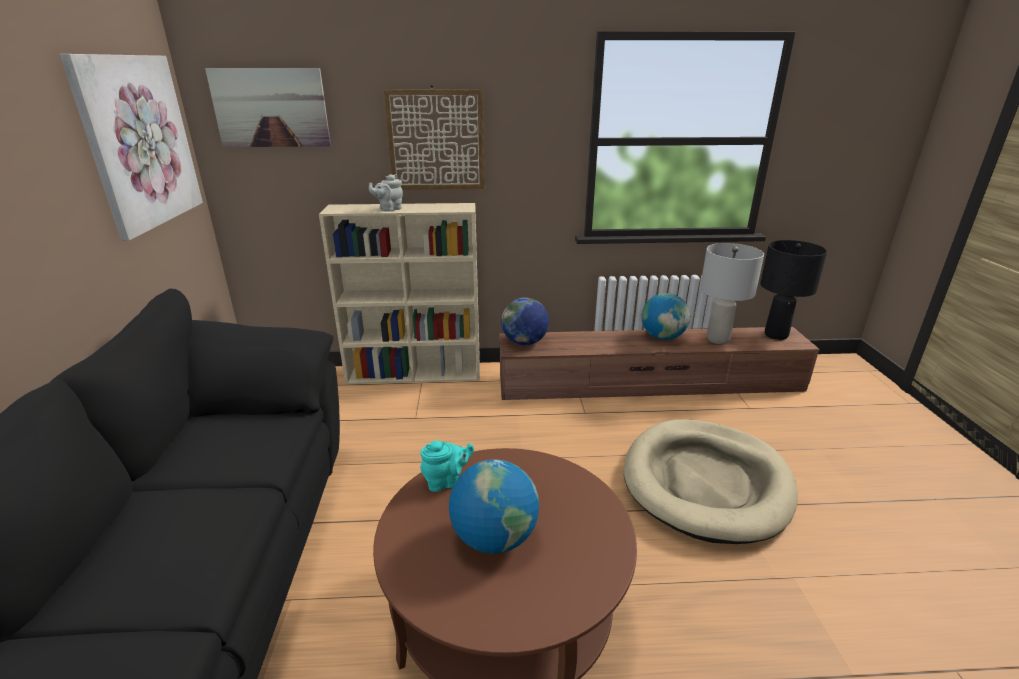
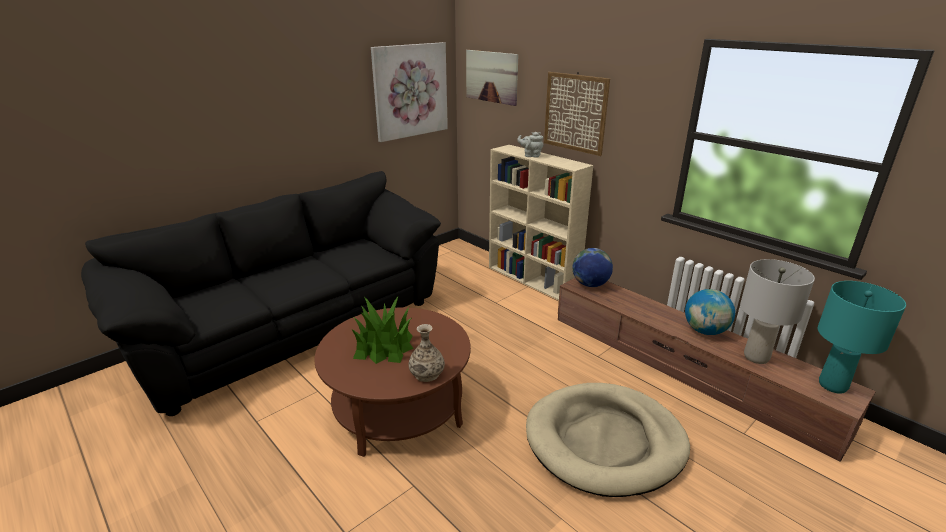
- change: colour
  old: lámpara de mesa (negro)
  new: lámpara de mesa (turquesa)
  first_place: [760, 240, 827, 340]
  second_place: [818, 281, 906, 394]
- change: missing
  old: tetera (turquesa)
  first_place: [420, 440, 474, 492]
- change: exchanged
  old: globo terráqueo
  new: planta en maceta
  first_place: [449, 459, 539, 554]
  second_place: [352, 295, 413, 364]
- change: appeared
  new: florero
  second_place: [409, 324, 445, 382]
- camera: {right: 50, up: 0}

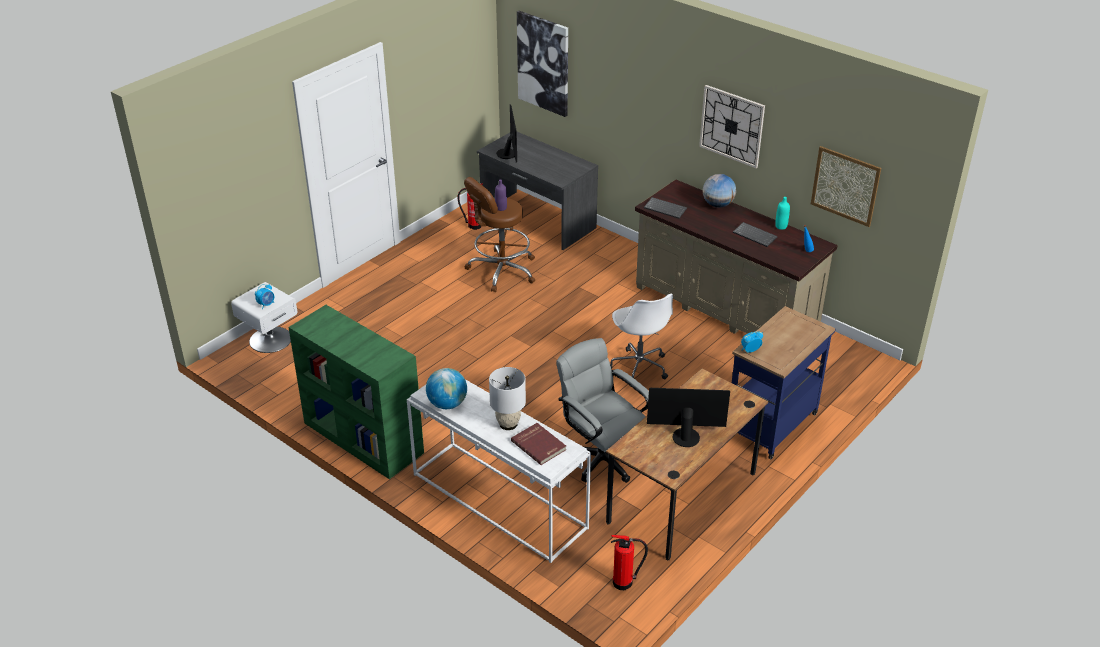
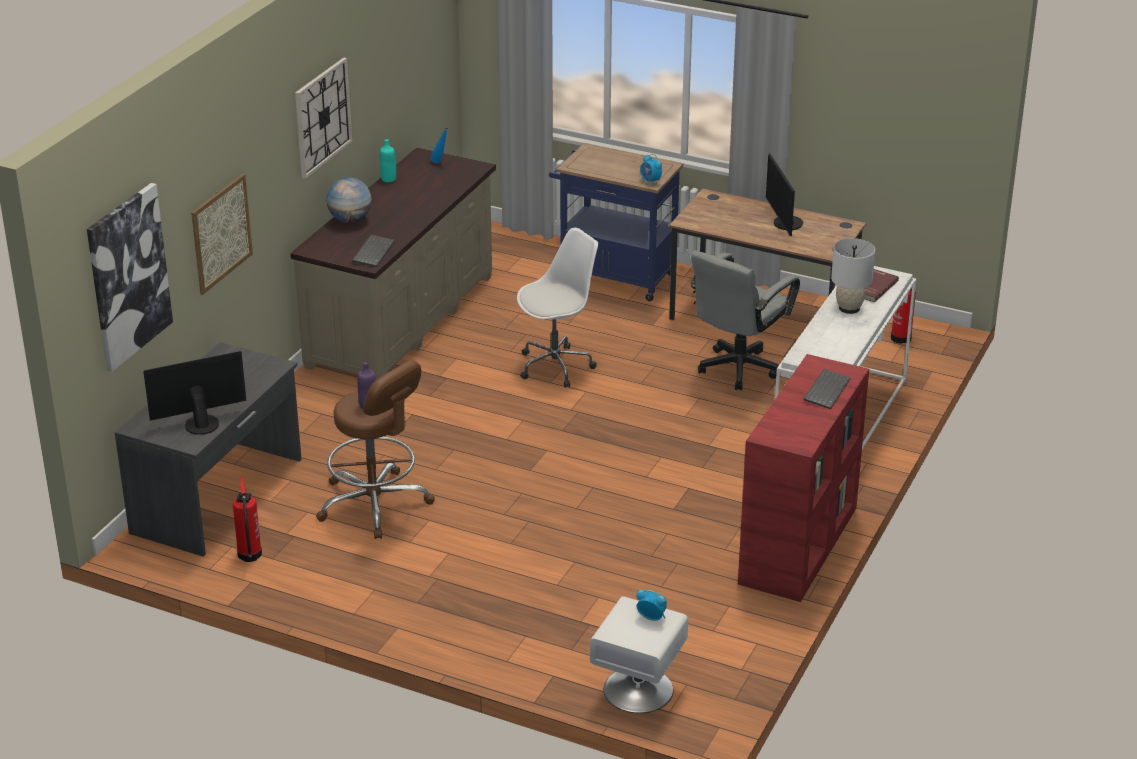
- change: relocated
  old: cuadro
  first_place: [811, 146, 881, 227]
  second_place: [191, 174, 253, 295]
- change: relocated
  old: teclado
  first_place: [733, 222, 778, 247]
  second_place: [803, 369, 851, 409]
- change: colour
  old: estantería (verde)
  new: estantería (rojo)
  first_place: [288, 305, 424, 479]
  second_place: [738, 354, 869, 602]
- change: missing
  old: globo terráqueo
  first_place: [426, 368, 467, 409]
- camera: {right: -105, up: -5}

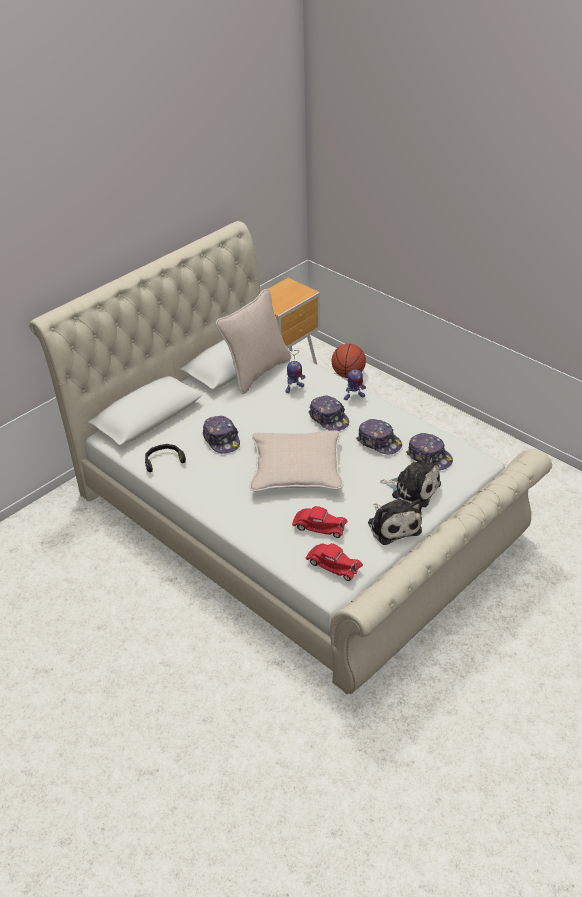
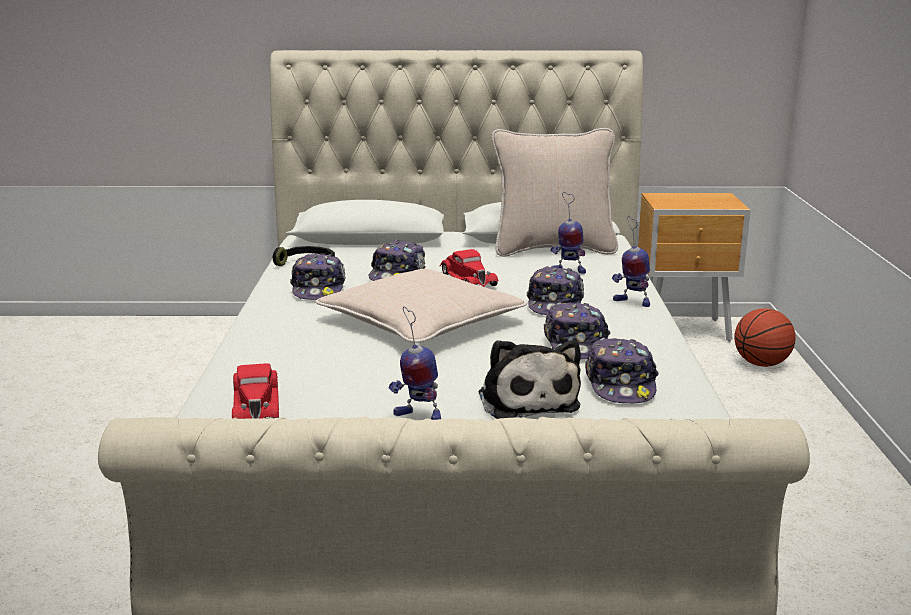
- change: exchanged
  old: peluche
  new: robot de juguete
  first_place: [368, 499, 422, 545]
  second_place: [389, 307, 441, 420]
- change: relocated
  old: coche de juguete (rojo)
  first_place: [292, 506, 348, 538]
  second_place: [440, 249, 498, 287]
- change: appeared
  new: gorra
  second_place: [290, 253, 346, 300]
- camera: {right: 45, up: -20}

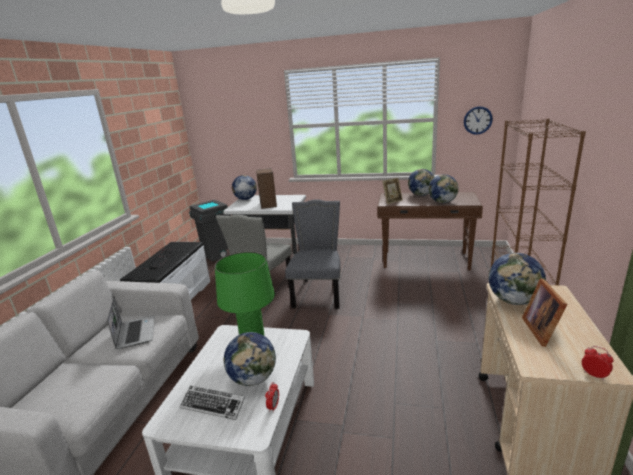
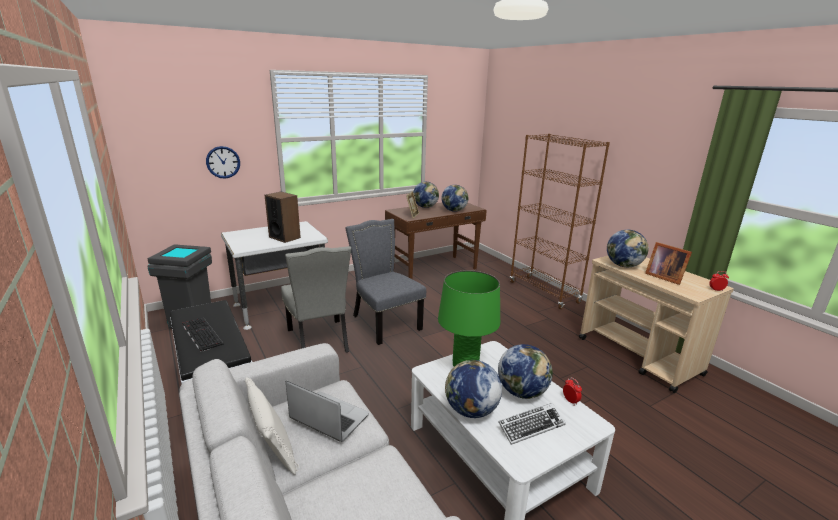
- change: relocated
  old: reloj de pared
  first_place: [464, 106, 493, 135]
  second_place: [206, 146, 240, 179]
- change: relocated
  old: globo terráqueo
  first_place: [232, 175, 257, 200]
  second_place: [445, 360, 502, 418]
- change: appeared
  new: cojín (blanco)
  second_place: [245, 377, 299, 475]
- camera: {right: -45, up: 0}

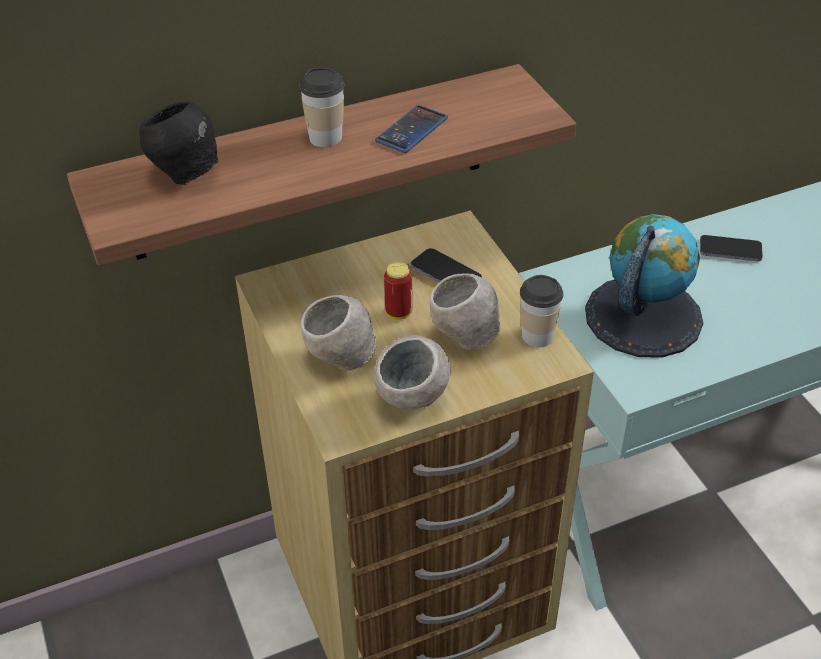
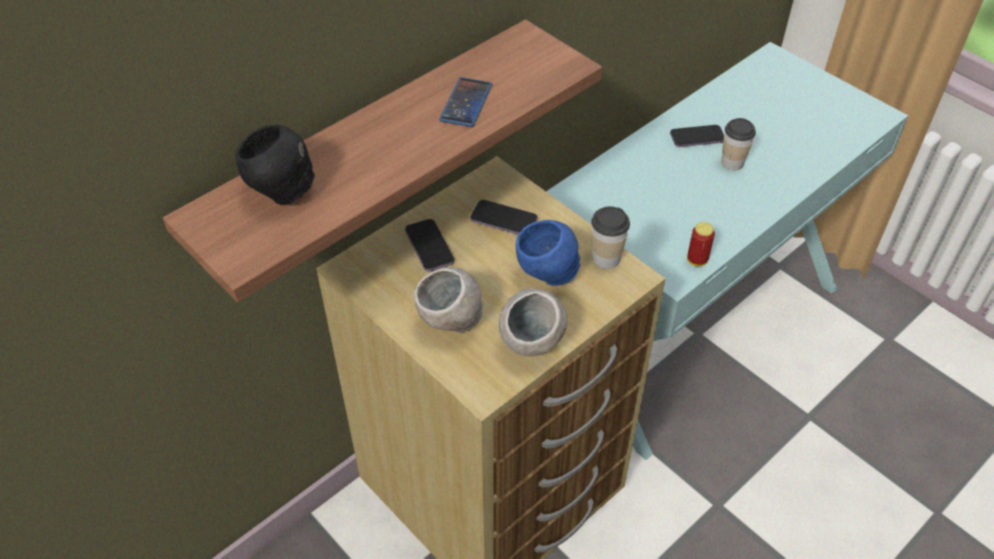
- change: relocated
  old: taza
  first_place: [299, 68, 344, 147]
  second_place: [721, 118, 756, 170]
- change: missing
  old: globo terráqueo
  first_place: [585, 214, 703, 358]
- change: relocated
  old: lata
  first_place: [384, 262, 412, 320]
  second_place: [687, 222, 715, 266]
- change: colour
  old: cuenco (gris)
  new: cuenco (azul)
  first_place: [430, 273, 500, 350]
  second_place: [516, 220, 581, 286]
- change: appeared
  new: móvil
  second_place: [405, 219, 454, 271]
- camera: {right: -20, up: 5}

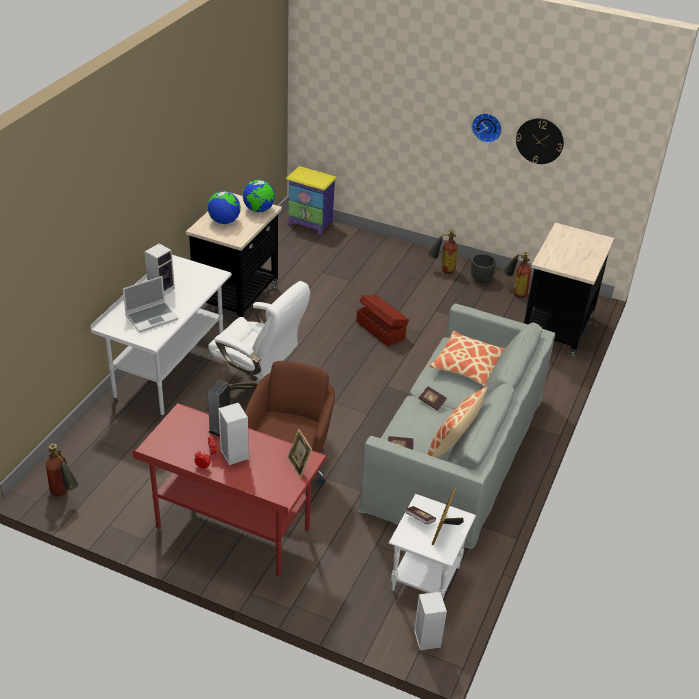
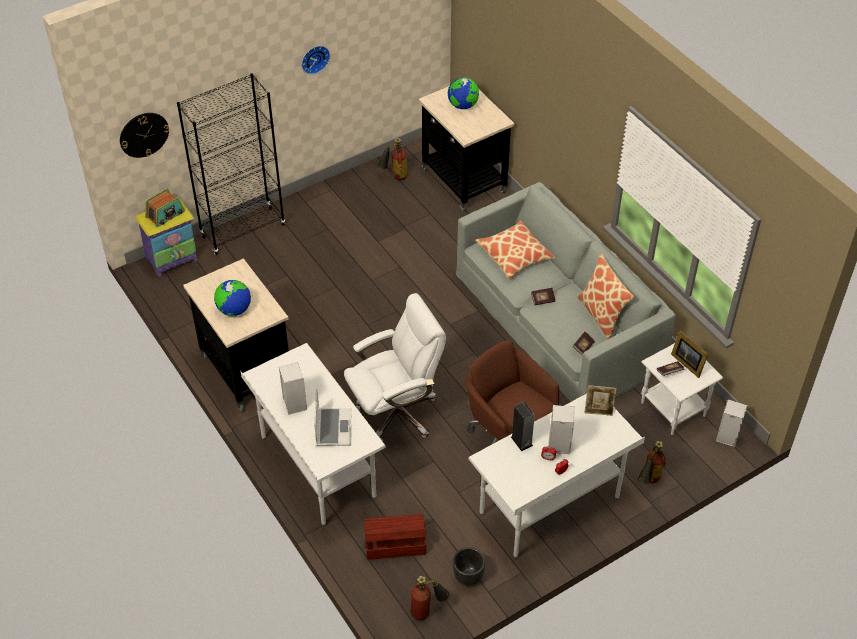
- change: relocated
  old: reloj de pared
  first_place: [516, 118, 564, 164]
  second_place: [120, 113, 169, 158]
- change: relocated
  old: globo terráqueo
  first_place: [243, 180, 275, 212]
  second_place: [448, 78, 479, 109]
- change: relocated
  old: extintor
  first_place: [428, 229, 458, 274]
  second_place: [638, 441, 666, 485]
- change: relocated
  old: maceta (negro)
  first_place: [471, 254, 496, 283]
  second_place: [453, 547, 485, 586]
- change: relocated
  old: caja de almacenaje (marrón)
  first_place: [356, 295, 409, 346]
  second_place: [364, 514, 426, 560]
- change: colour
  old: escritorio (rojo)
  new: escritorio (blanco)
  first_place: [132, 403, 327, 578]
  second_place: [468, 394, 645, 558]
- change: appeared
  new: estantería (negro)
  second_place: [177, 73, 285, 255]
- change: appeared
  new: radio
  second_place: [145, 189, 185, 227]
- camera: {right: -55, up: 10}

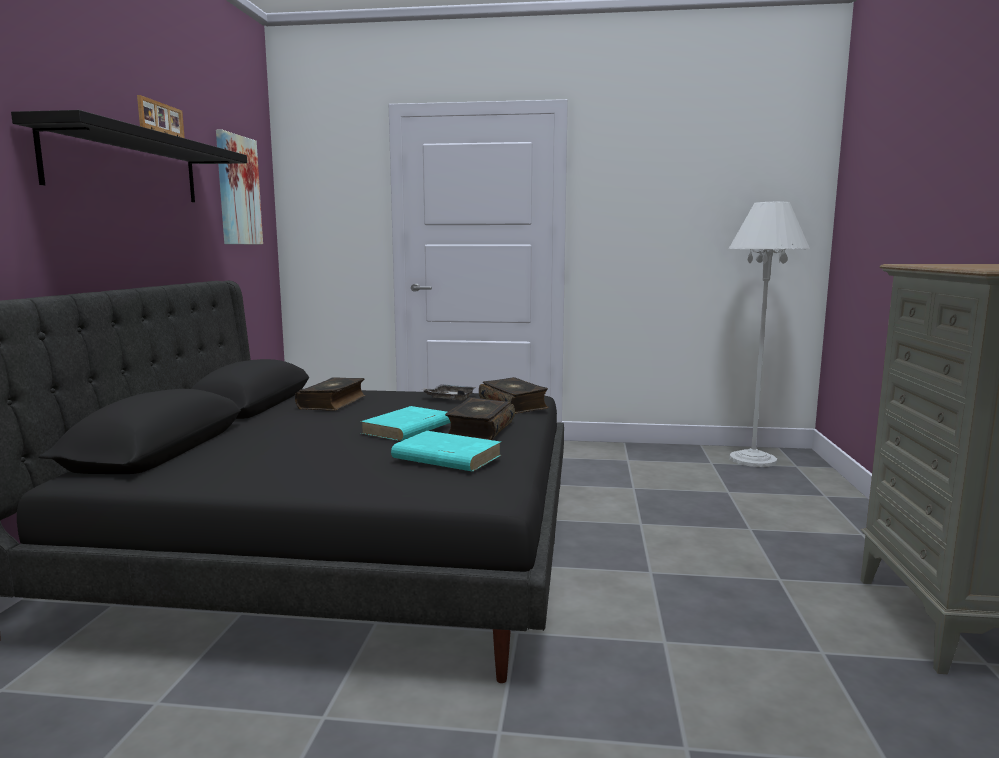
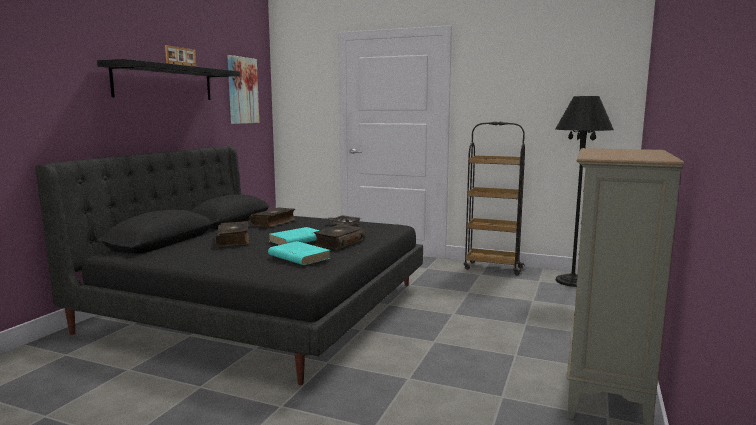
- change: colour
  old: lámpara de pie (blanco)
  new: lámpara de pie (negro)
  first_place: [729, 202, 810, 467]
  second_place: [555, 96, 614, 287]
- change: relocated
  old: libro
  first_place: [479, 377, 549, 414]
  second_place: [216, 221, 249, 247]
- change: appeared
  new: carrito (marrón)
  second_place: [464, 122, 525, 275]
- camera: {right: 15, up: 0}

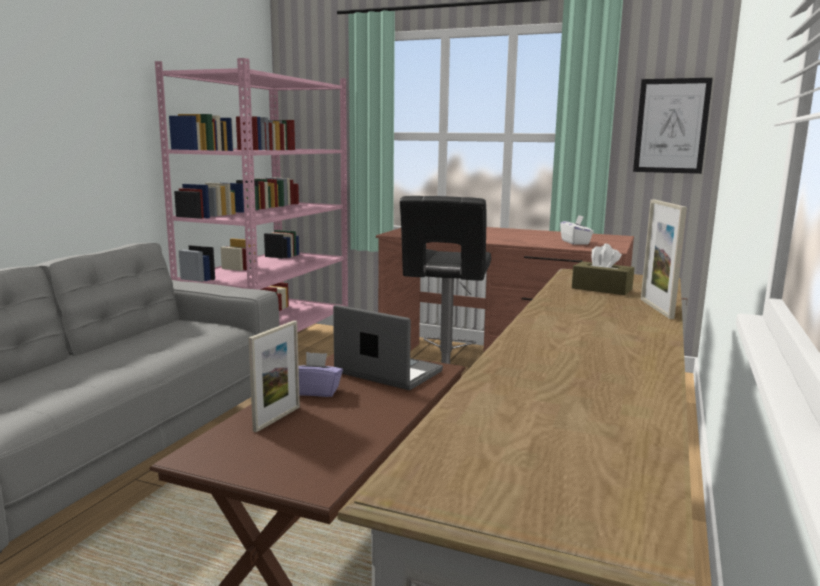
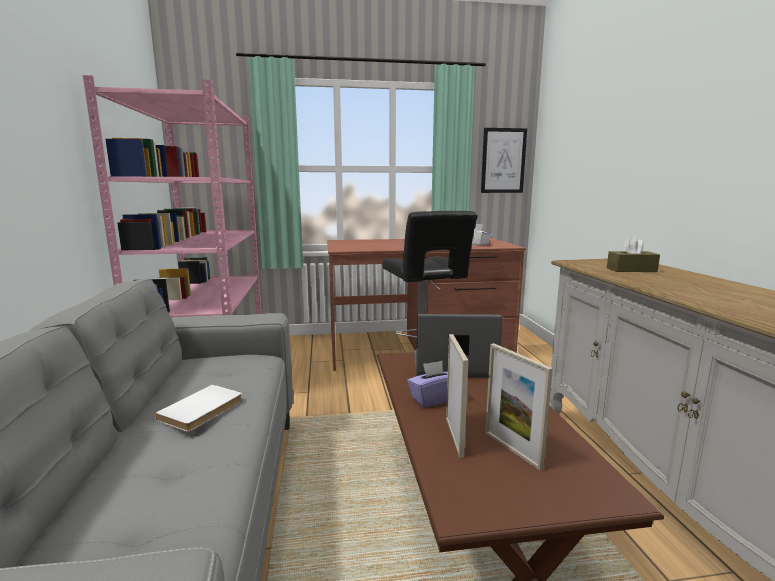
- change: relocated
  old: portarretratos
  first_place: [641, 200, 687, 319]
  second_place: [485, 343, 553, 470]
- change: appeared
  new: libro (blanco)
  second_place: [155, 385, 242, 432]
- camera: {right: -30, up: 0}

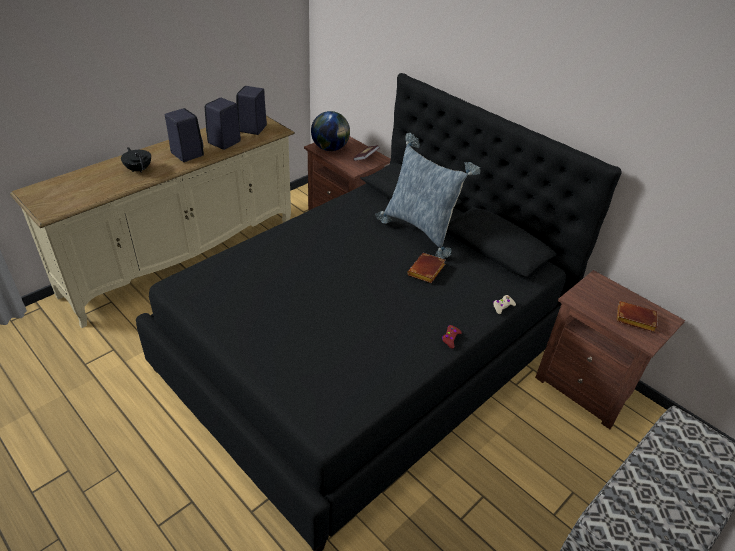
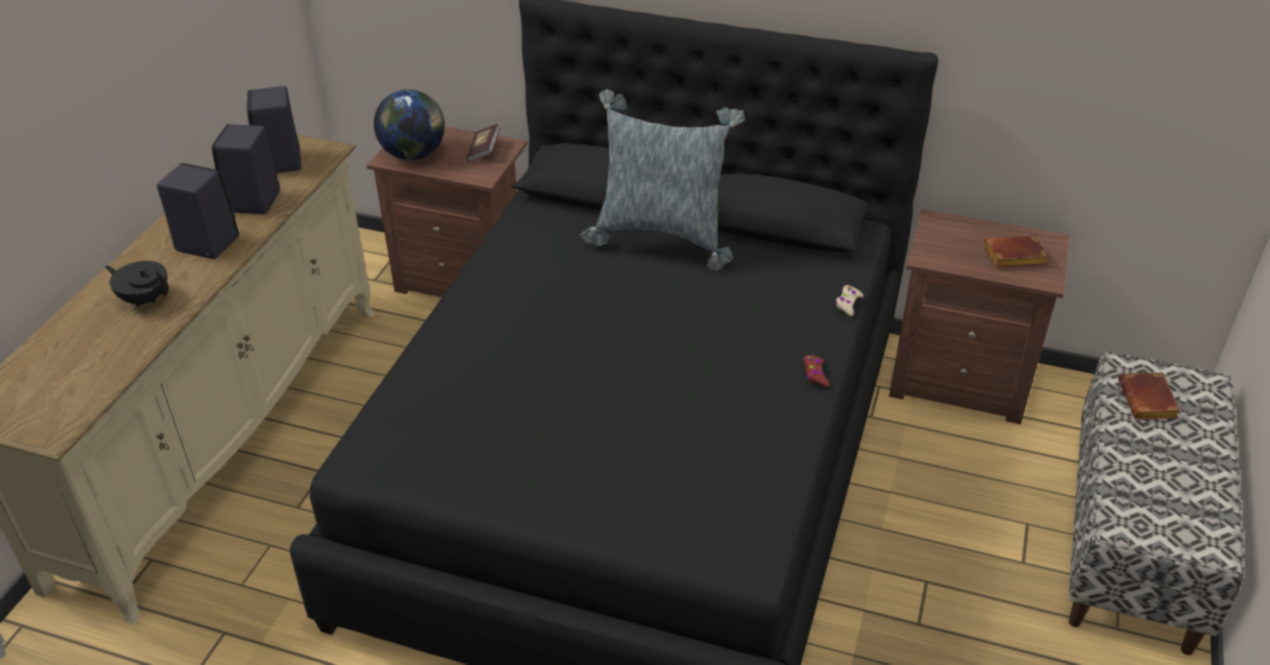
- change: relocated
  old: libro (marrón)
  first_place: [407, 253, 446, 283]
  second_place: [1118, 372, 1181, 419]
- camera: {right: -25, up: 0}

